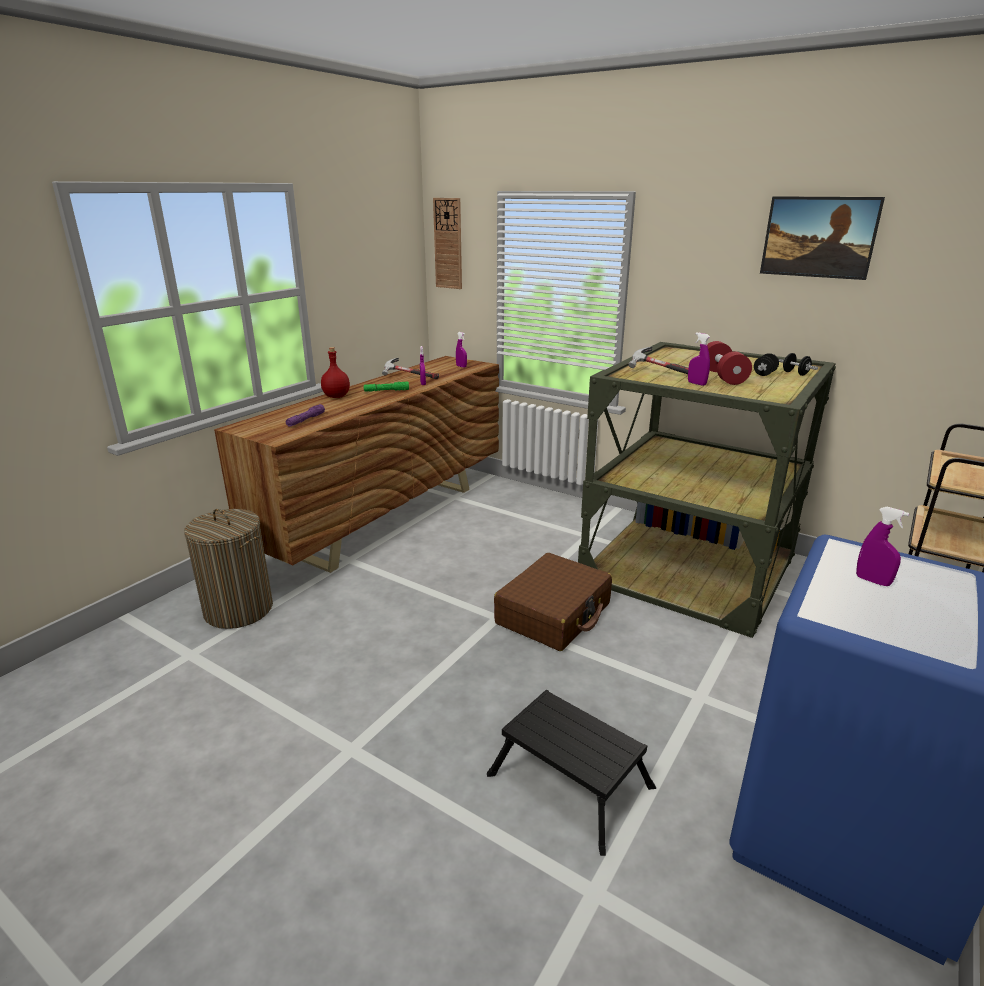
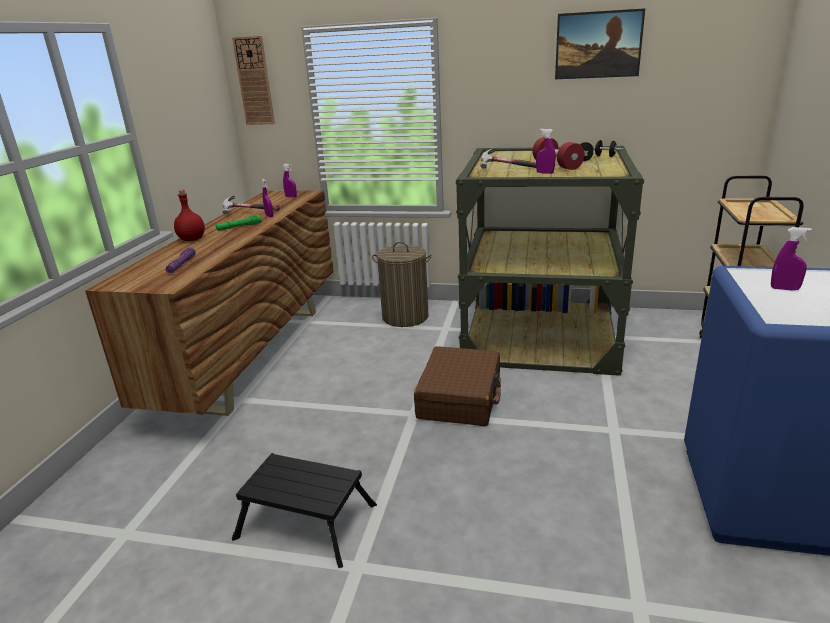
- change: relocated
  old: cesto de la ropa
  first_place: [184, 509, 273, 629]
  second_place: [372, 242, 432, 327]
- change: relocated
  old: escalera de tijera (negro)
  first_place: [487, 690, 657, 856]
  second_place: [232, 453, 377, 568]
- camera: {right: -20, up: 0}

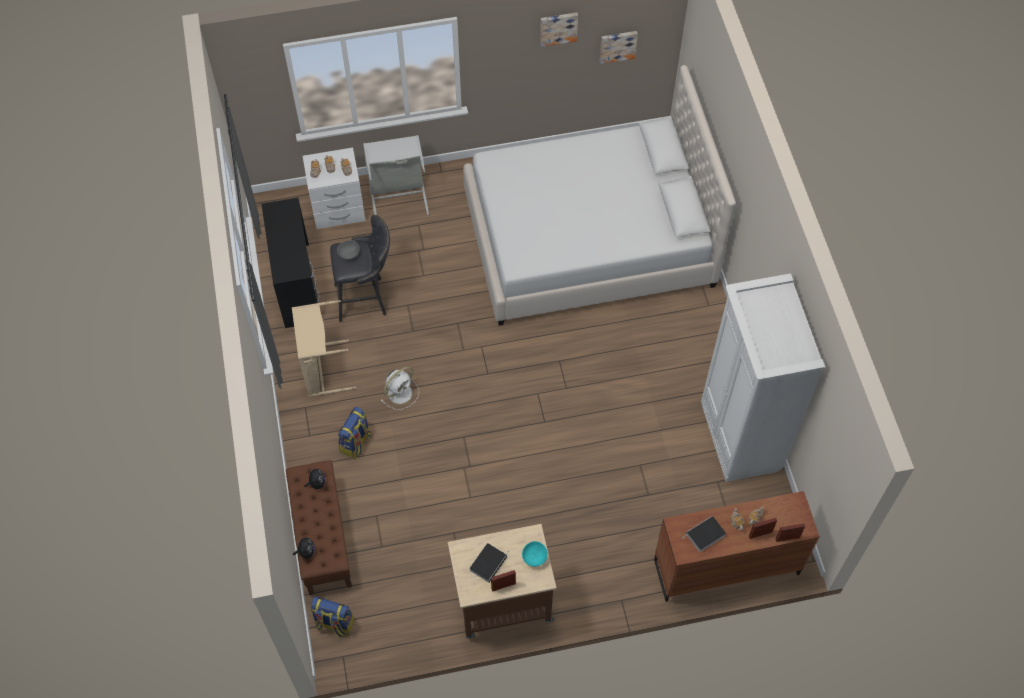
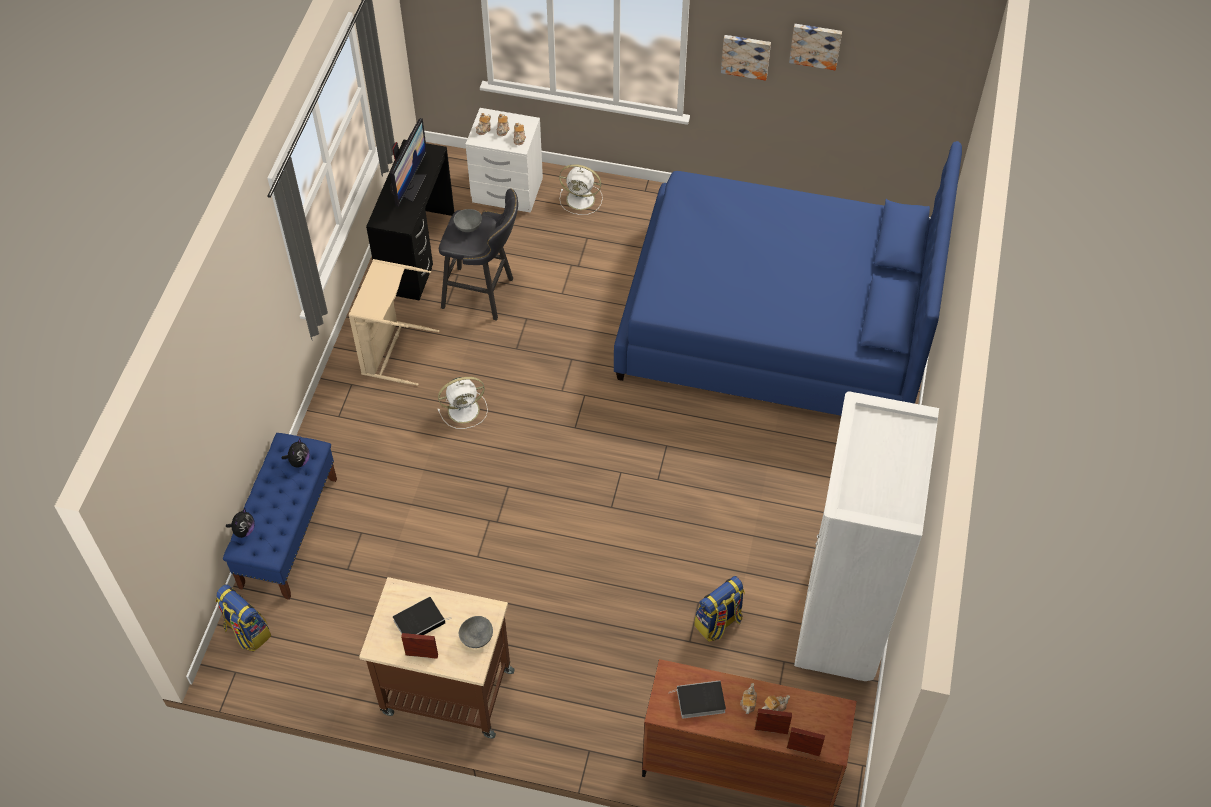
- change: relocated
  old: cuadro
  first_place: [600, 31, 638, 64]
  second_place: [721, 35, 771, 81]
- change: colour
  old: cama (blanco)
  new: cama (azul)
  first_place: [463, 65, 736, 326]
  second_place: [614, 141, 962, 416]
- change: exchanged
  old: cesto de la ropa (gris)
  new: ventilador (blanco)
  first_place: [363, 135, 429, 215]
  second_place: [559, 164, 603, 215]
- change: relocated
  old: mochila
  first_place: [338, 407, 372, 459]
  second_place: [694, 576, 745, 642]
- change: colour
  old: banco (marrón)
  new: banco (azul)
  first_place: [286, 460, 352, 595]
  second_place: [223, 433, 337, 600]
- change: colour
  old: cuenco (turquesa)
  new: cuenco (gris)
  first_place: [522, 541, 548, 567]
  second_place: [459, 616, 493, 648]
- change: appeared
  new: monitor
  second_place: [390, 118, 427, 207]
- camera: {right: 25, up: -5}

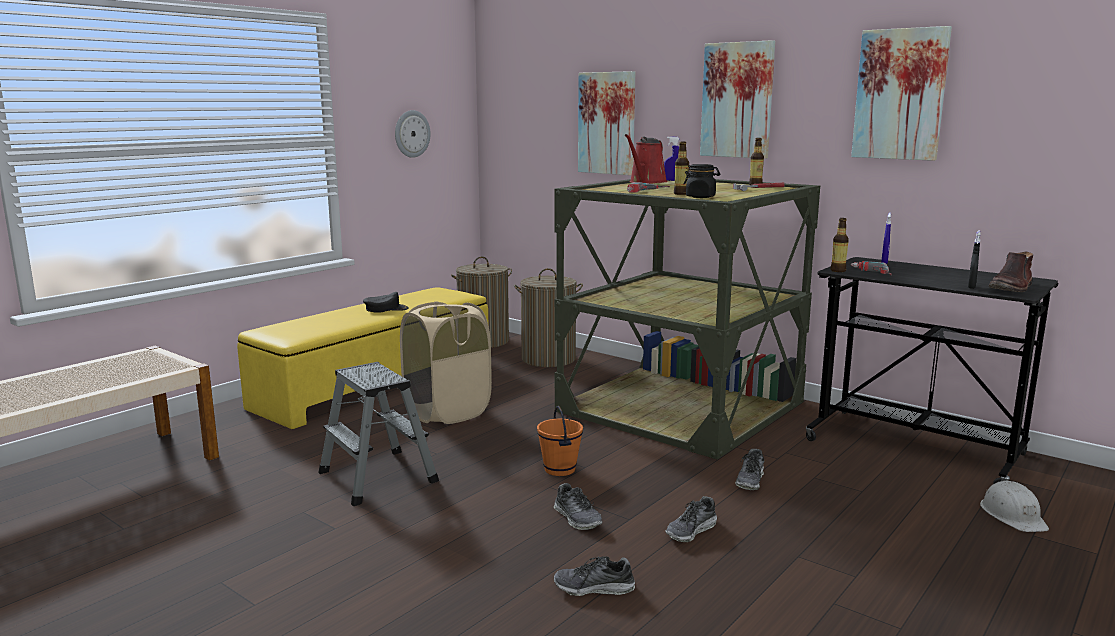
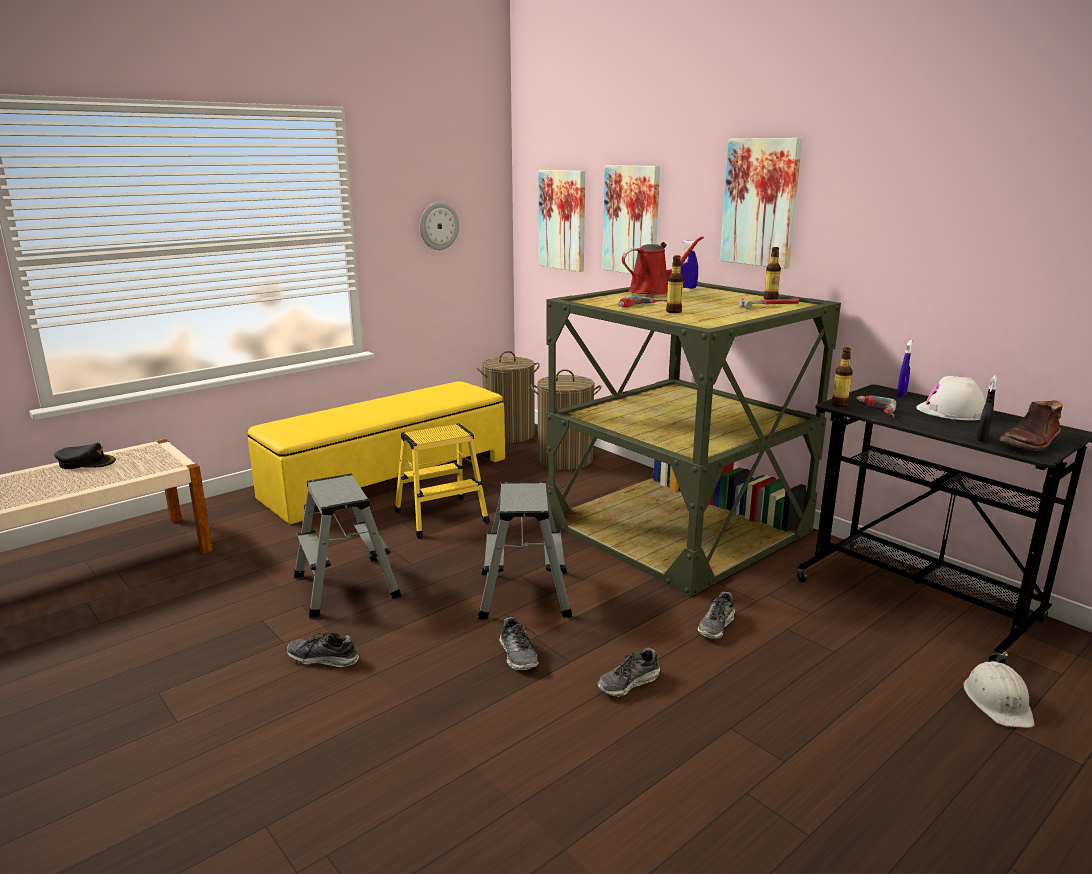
- change: relocated
  old: cuadro
  first_place: [851, 26, 952, 161]
  second_place: [538, 170, 585, 272]
- change: spun
  old: regadera (rojo)
  first_place: [625, 134, 668, 184]
  second_place: [622, 236, 704, 295]
  degrees: -150
- change: missing
  old: tarro (negro)
  first_place: [684, 164, 720, 198]
- change: relocated
  old: gorra (negro)
  first_place: [363, 292, 409, 313]
  second_place: [54, 443, 116, 469]
- change: exchanged
  old: cesto de la ropa (beis)
  new: escalera de tijera (amarillo)
  first_place: [400, 302, 492, 424]
  second_place: [394, 423, 490, 539]
- change: exchanged
  old: cubo (naranja)
  new: escalera de tijera (gris)
  first_place: [537, 406, 583, 476]
  second_place: [478, 481, 573, 620]
- change: relocated
  old: zapato
  first_place: [554, 556, 635, 596]
  second_place: [287, 632, 359, 667]
- change: appeared
  new: casco (blanco)
  second_place: [916, 376, 985, 421]
- camera: {right: 10, up: 5}

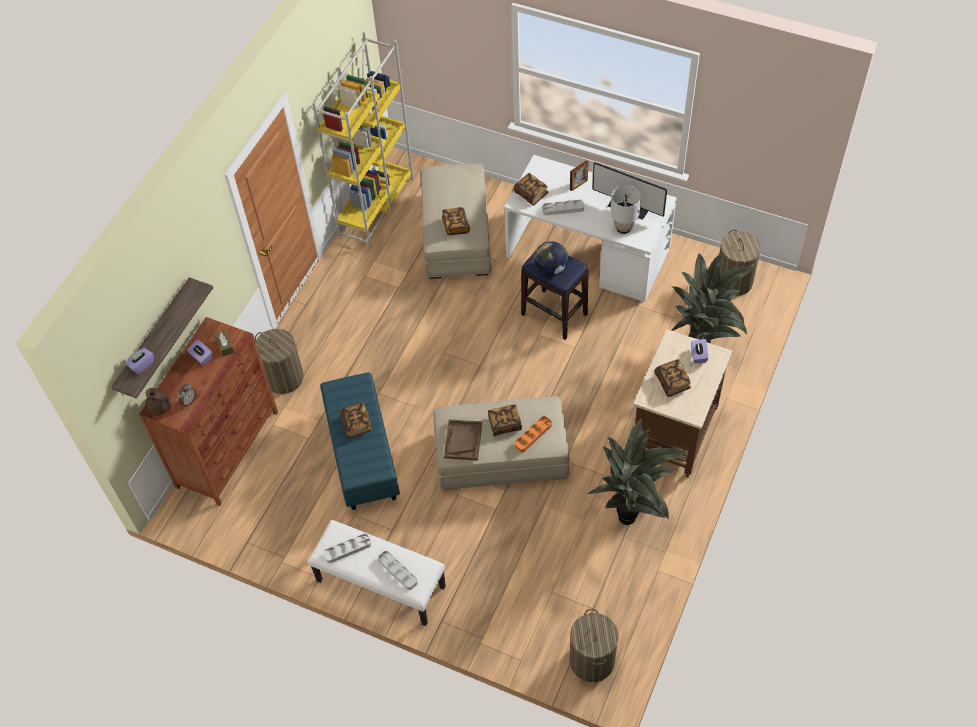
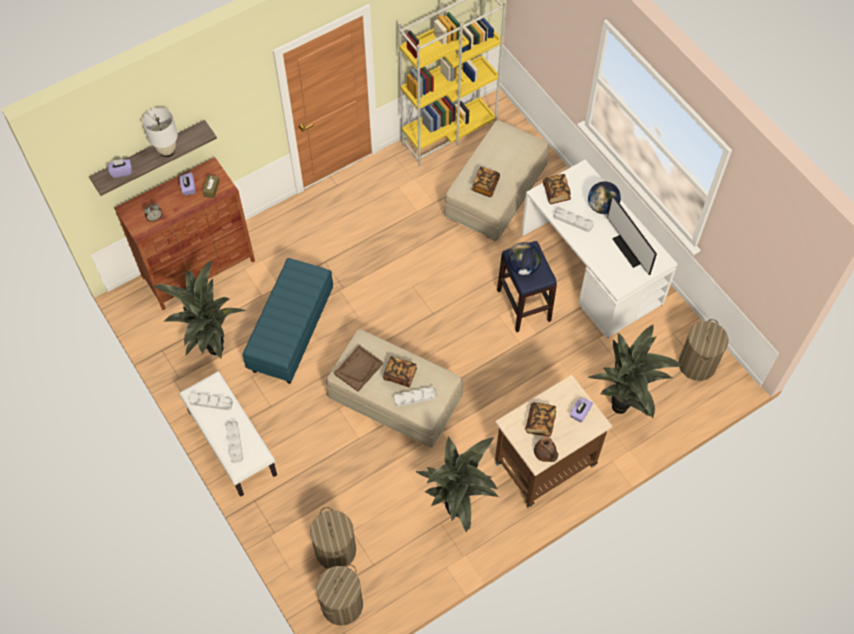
- change: exchanged
  old: portarretratos
  new: globo terráqueo
  first_place: [570, 160, 589, 191]
  second_place: [588, 182, 621, 214]
- change: relocated
  old: lámpara de mesa (blanco)
  first_place: [610, 185, 641, 234]
  second_place: [142, 108, 178, 157]
- change: relocated
  old: cesto de la ropa
  first_place: [255, 329, 304, 394]
  second_place: [310, 507, 356, 569]
- change: relocated
  old: tetera (marrón)
  first_place: [145, 388, 171, 416]
  second_place: [534, 436, 558, 462]
- change: missing
  old: libro
  first_place: [340, 402, 372, 438]
- change: colour
  old: bandeja (naranja)
  new: bandeja (gris)
  first_place: [515, 416, 552, 452]
  second_place: [394, 387, 437, 407]
- change: appeared
  new: planta en maceta
  second_place: [152, 261, 246, 359]
- camera: {right: 30, up: 5}

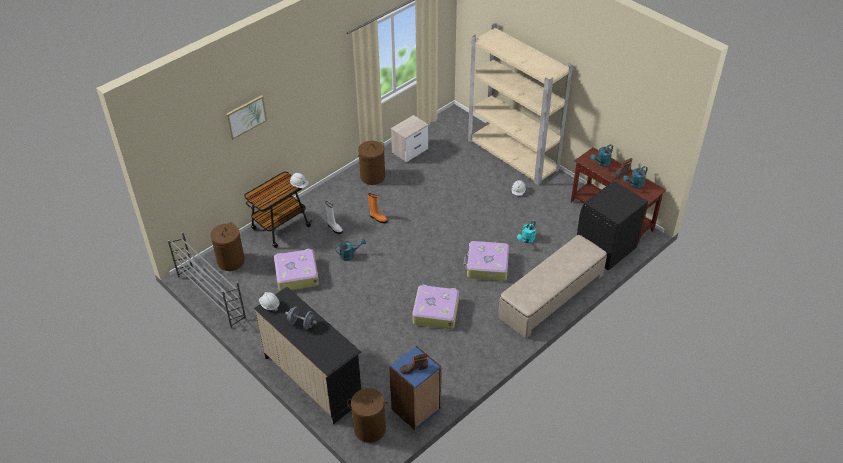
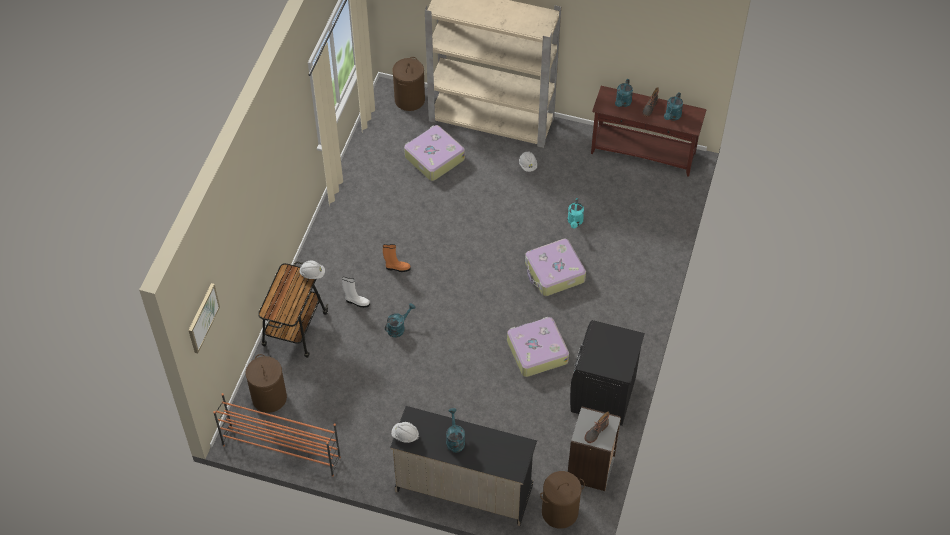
- change: relocated
  old: cuadro
  first_place: [226, 95, 267, 140]
  second_place: [188, 283, 220, 353]
- change: missing
  old: mesita de noche
  first_place: [391, 115, 428, 162]
- change: relocated
  old: cesto de la ropa (marrón)
  first_place: [358, 141, 385, 185]
  second_place: [392, 57, 425, 111]
- change: relocated
  old: lavadora (negro)
  first_place: [577, 181, 648, 271]
  second_place: [570, 320, 645, 426]
- change: colour
  old: zapatero (gris)
  new: zapatero (naranja)
  first_place: [168, 232, 246, 329]
  second_place: [213, 393, 341, 477]
- change: missing
  old: banco (beis)
  first_place: [498, 235, 607, 339]
- change: relocated
  old: maleta
  first_place: [274, 249, 319, 291]
  second_place: [404, 125, 465, 181]
- change: exchanged
  old: mancuerna (gris)
  new: regadera (turquesa)
  first_place: [285, 306, 317, 329]
  second_place: [446, 408, 465, 453]
- change: colour
  old: estantería (azul)
  new: estantería (gris)
  first_place: [389, 346, 442, 431]
  second_place: [568, 406, 621, 491]
- camera: {right: -30, up: 10}

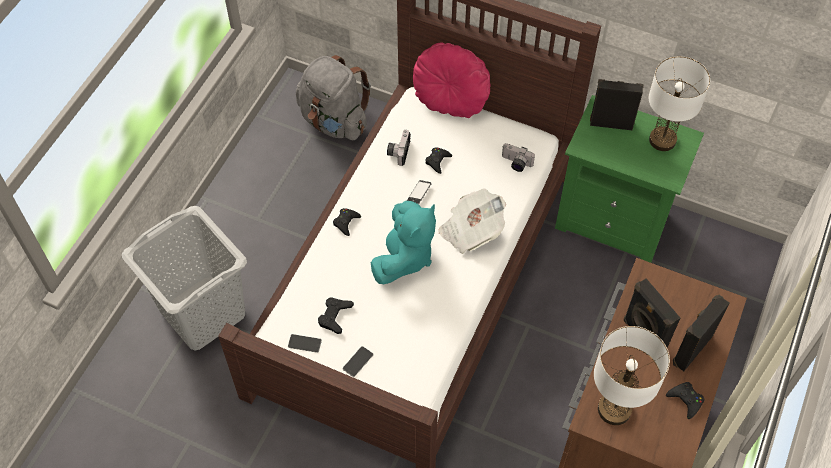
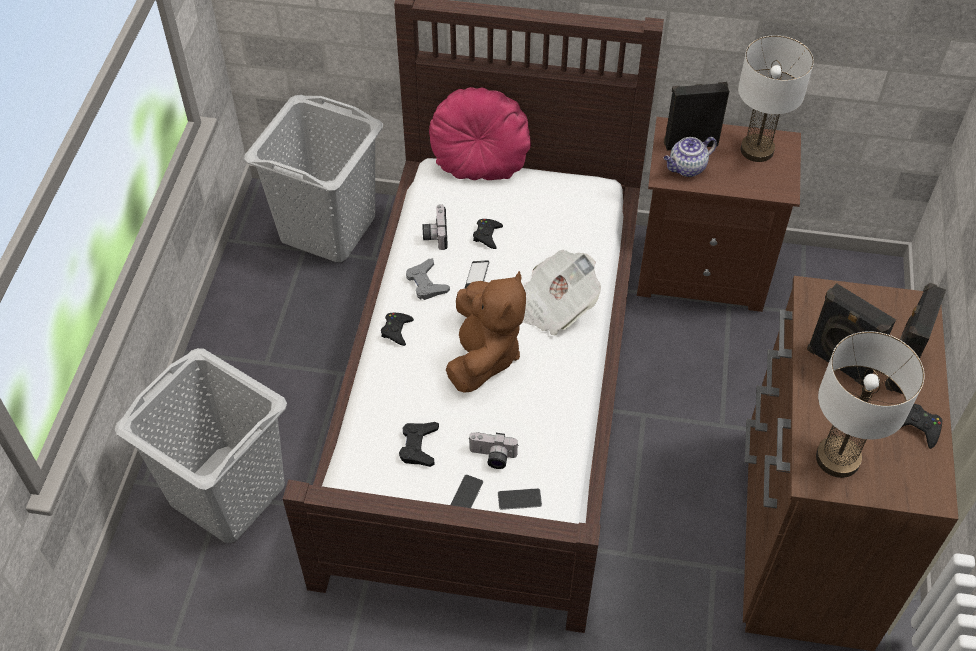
- change: exchanged
  old: mochila (gris)
  new: cesto de la ropa (gris)
  first_place: [296, 55, 371, 140]
  second_place: [244, 95, 383, 262]
- change: colour
  old: mesita de noche (verde)
  new: mesita de noche (marrón)
  first_place: [555, 95, 704, 263]
  second_place: [637, 117, 801, 312]
- change: relocated
  old: cámara
  first_place: [502, 143, 535, 172]
  second_place: [468, 432, 519, 469]
- change: colour
  old: peluche (turquesa)
  new: peluche (marrón)
  first_place: [371, 201, 436, 284]
  second_place: [446, 271, 526, 393]
- change: relocated
  old: móvil
  first_place: [288, 334, 322, 353]
  second_place: [498, 488, 542, 510]
- change: appeared
  new: tetera
  second_place: [664, 137, 717, 177]
- change: appeared
  new: mando de consola (gris)
  second_place: [406, 258, 450, 300]
- camera: {right: -15, up: -5}

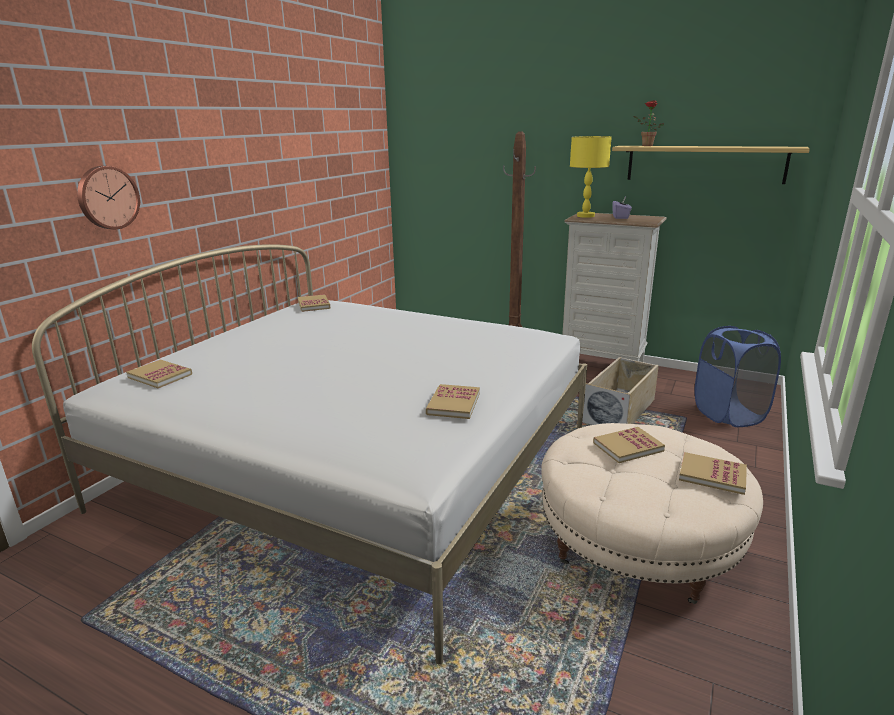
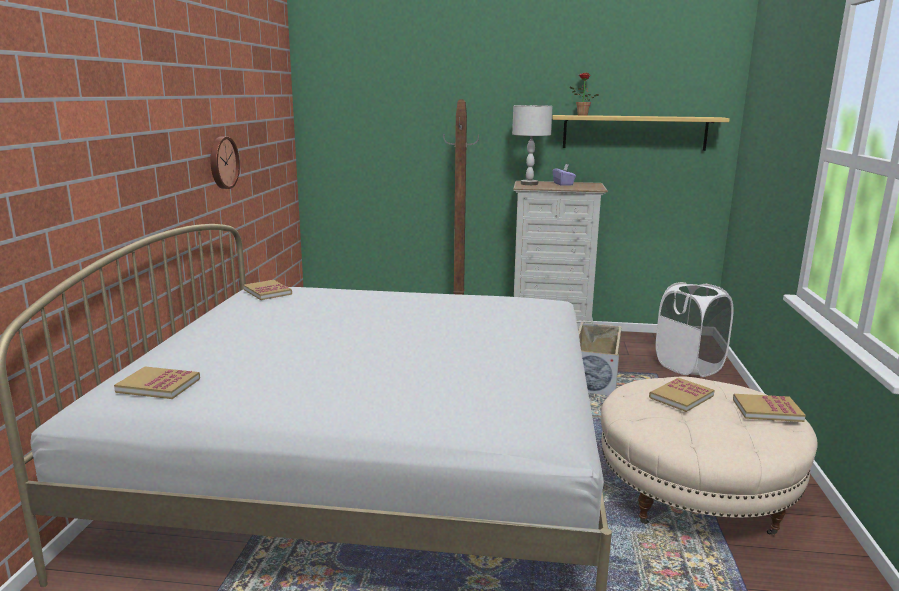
- change: colour
  old: lámpara de mesa (amarillo)
  new: lámpara de mesa (gris)
  first_place: [570, 136, 612, 218]
  second_place: [512, 105, 552, 185]
- change: relocated
  old: reloj de pared
  first_place: [77, 166, 140, 229]
  second_place: [210, 136, 240, 189]
- change: colour
  old: cesto de la ropa (azul)
  new: cesto de la ropa (blanco)
  first_place: [694, 326, 781, 427]
  second_place: [656, 282, 734, 377]
- change: missing
  old: libro
  first_place: [426, 384, 480, 419]
- camera: {right: -20, up: -5}

